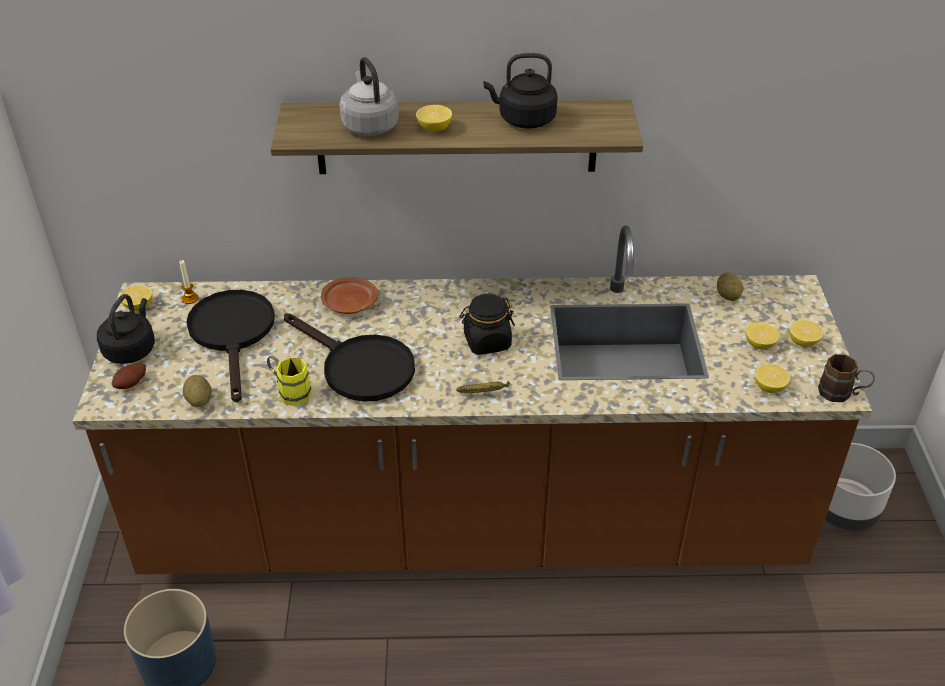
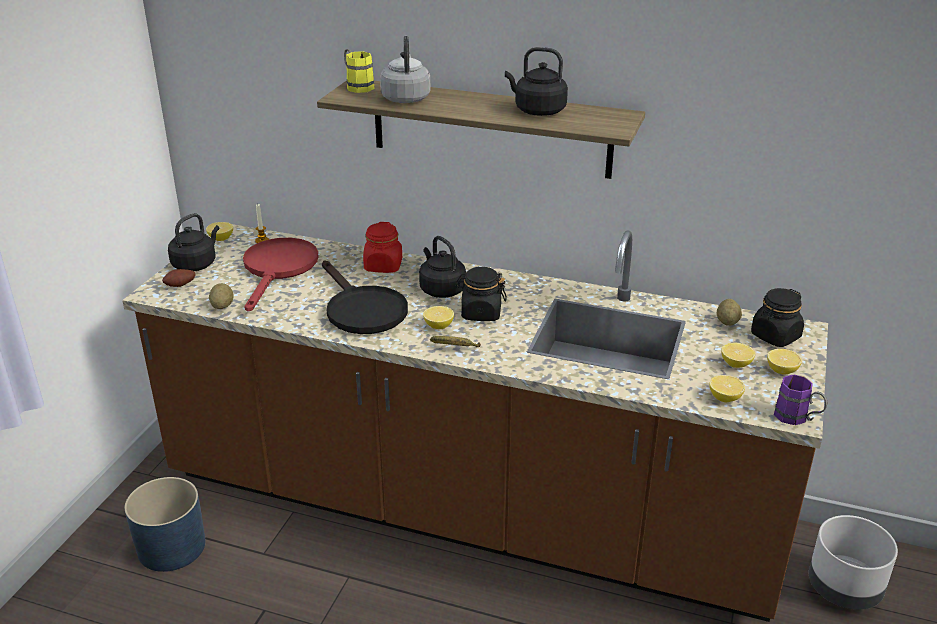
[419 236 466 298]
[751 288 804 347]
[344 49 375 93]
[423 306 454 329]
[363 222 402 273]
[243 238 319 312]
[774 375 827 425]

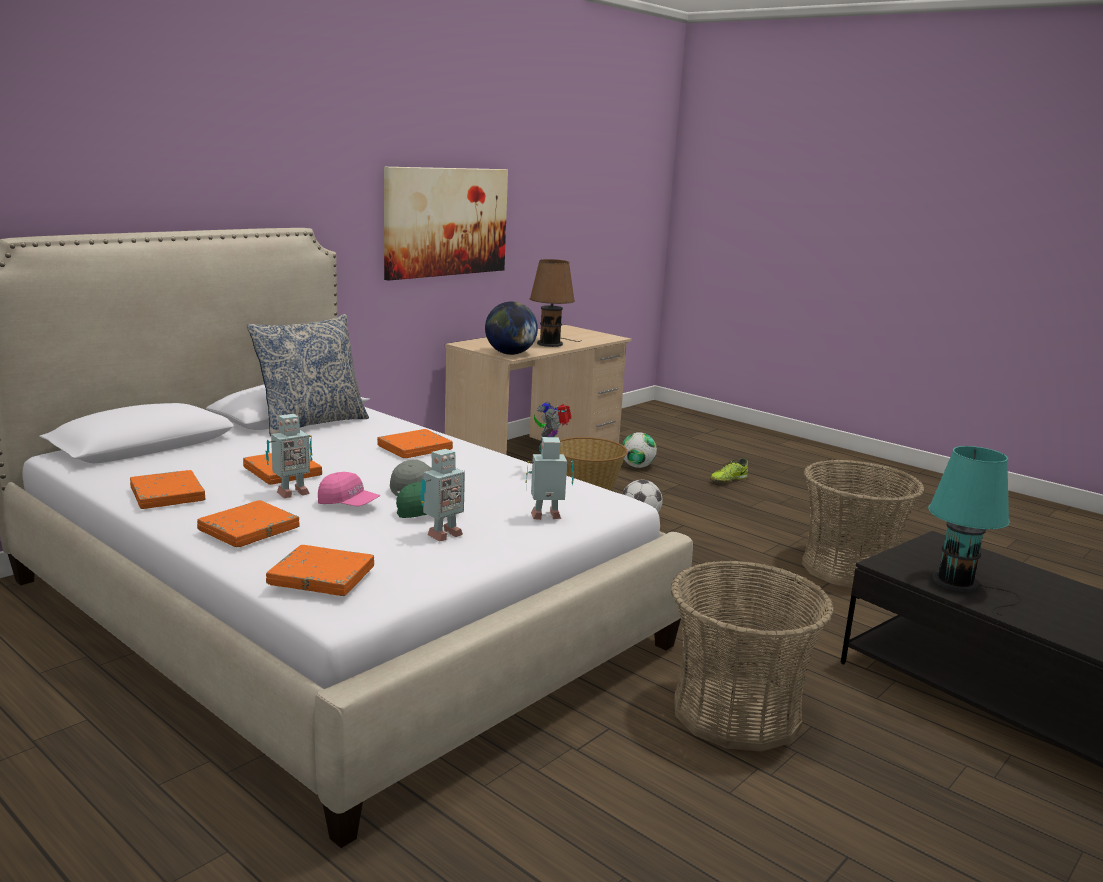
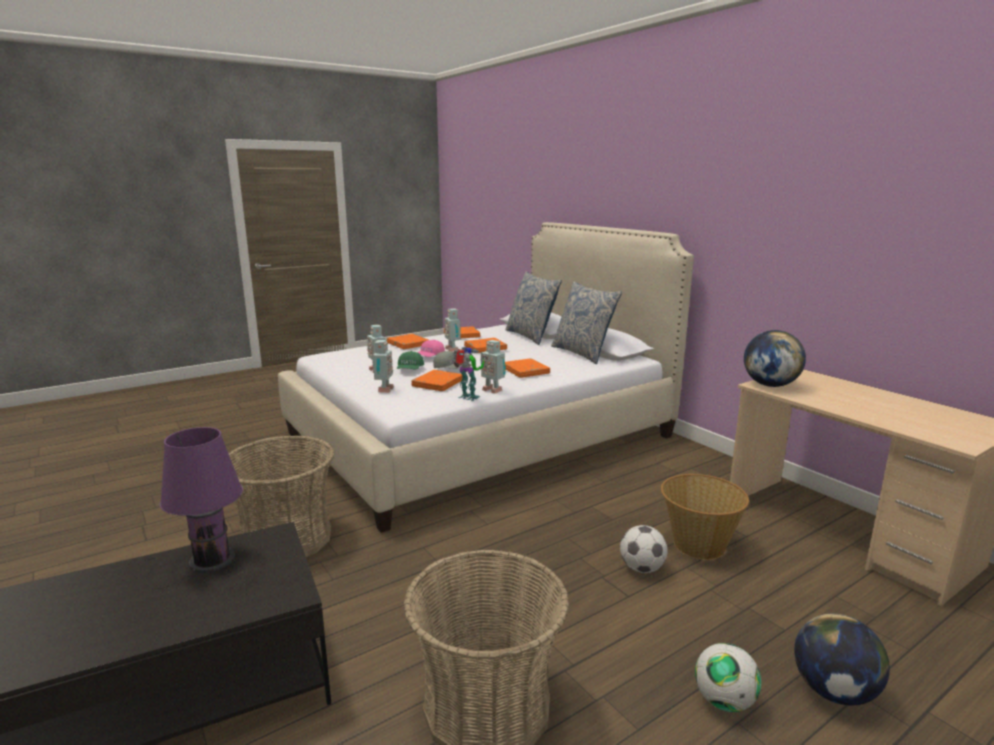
[384 167 508 281] (first image)
[530 259 582 347] (first image)
[481 340 506 394]
[505 272 562 345]
[411 370 462 391]
[695 643 761 712]
[794 614 890 705]
[144 427 243 589]

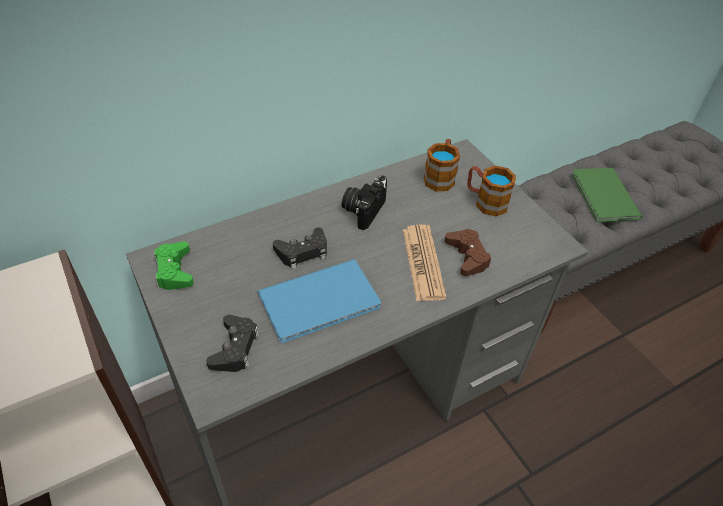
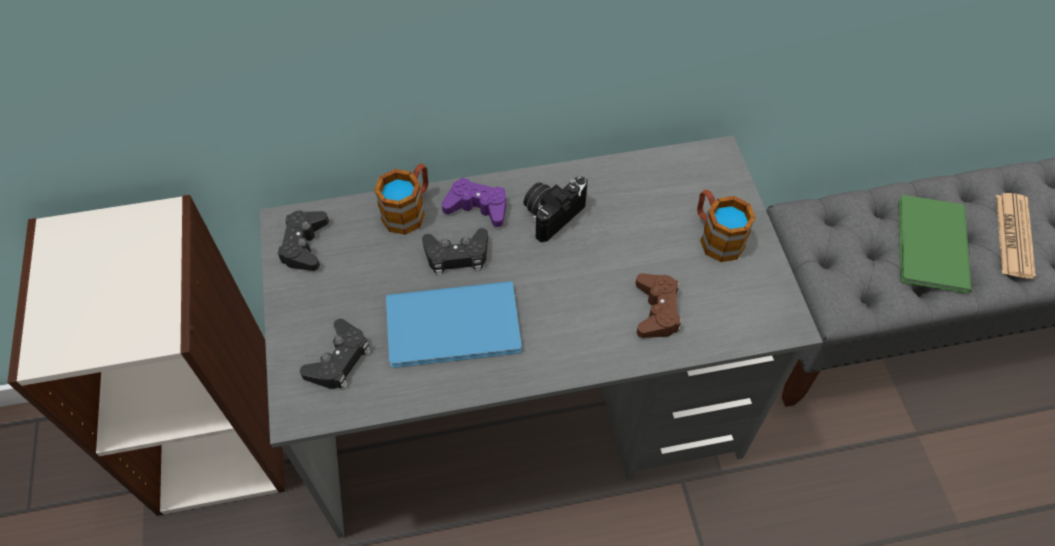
[442 178 506 227]
[996 193 1036 279]
[374 163 428 235]
[277 211 329 271]

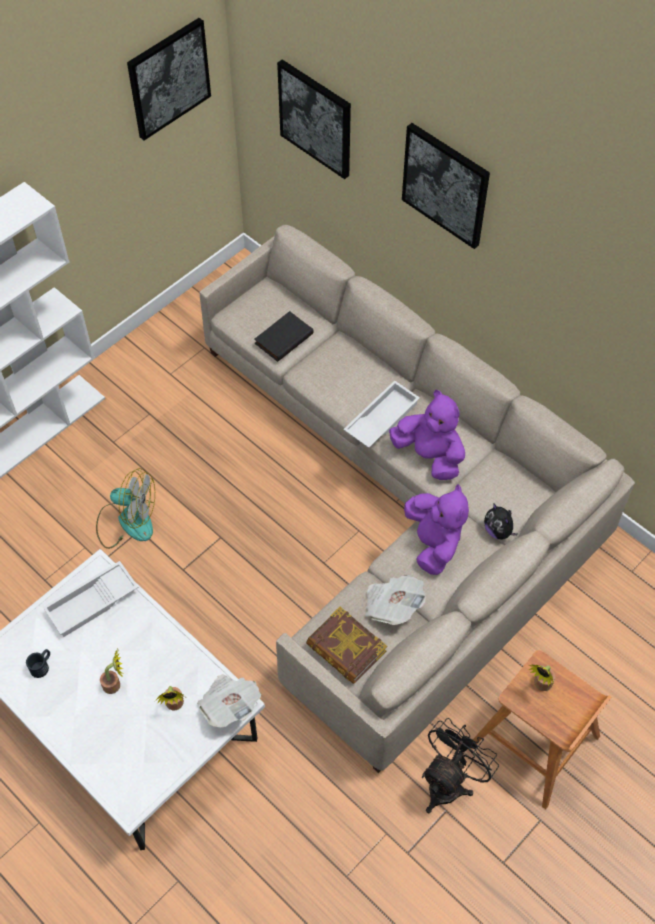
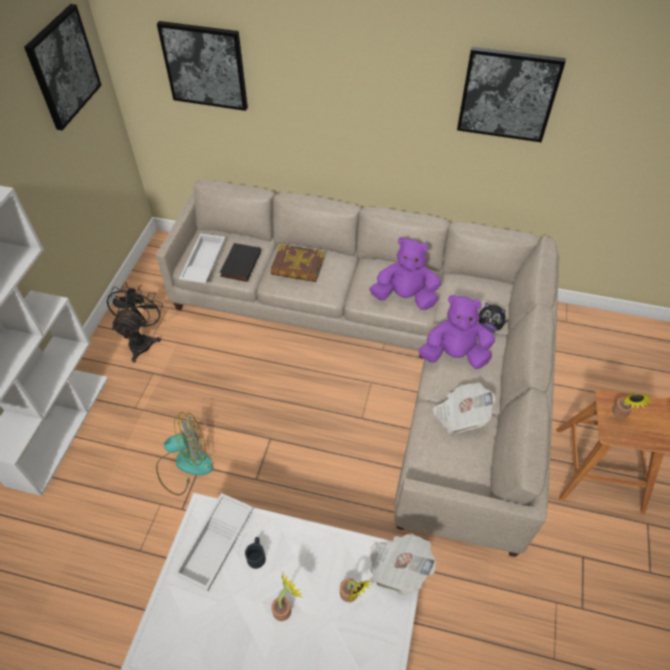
[245 537 266 569]
[271 244 325 282]
[179 233 225 283]
[457 47 566 142]
[107 282 163 363]
[418 295 495 369]

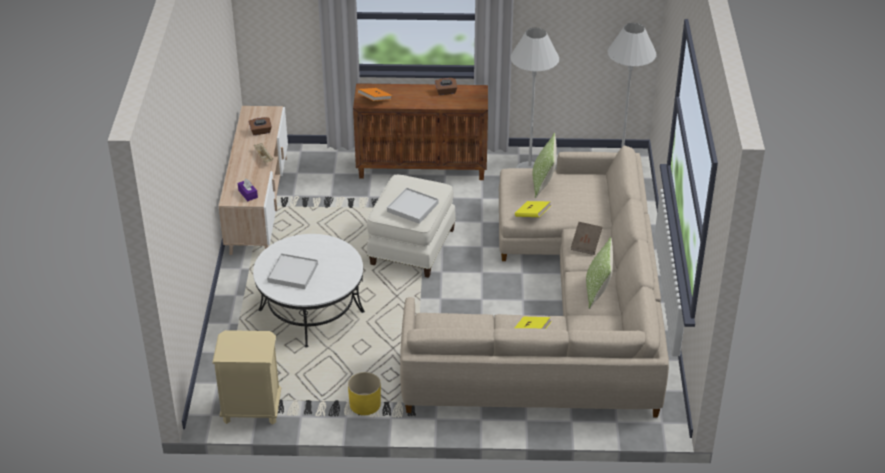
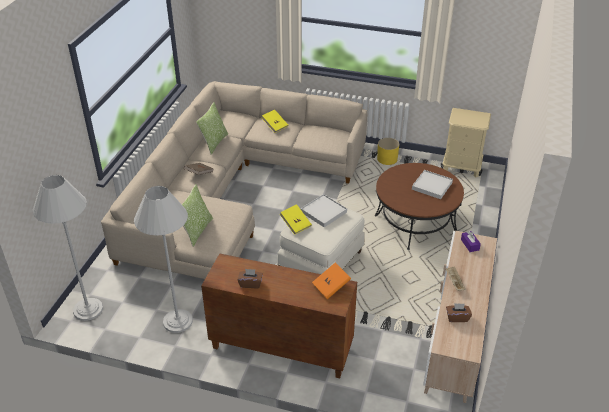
[280 204 312 235]
[375 163 464 250]

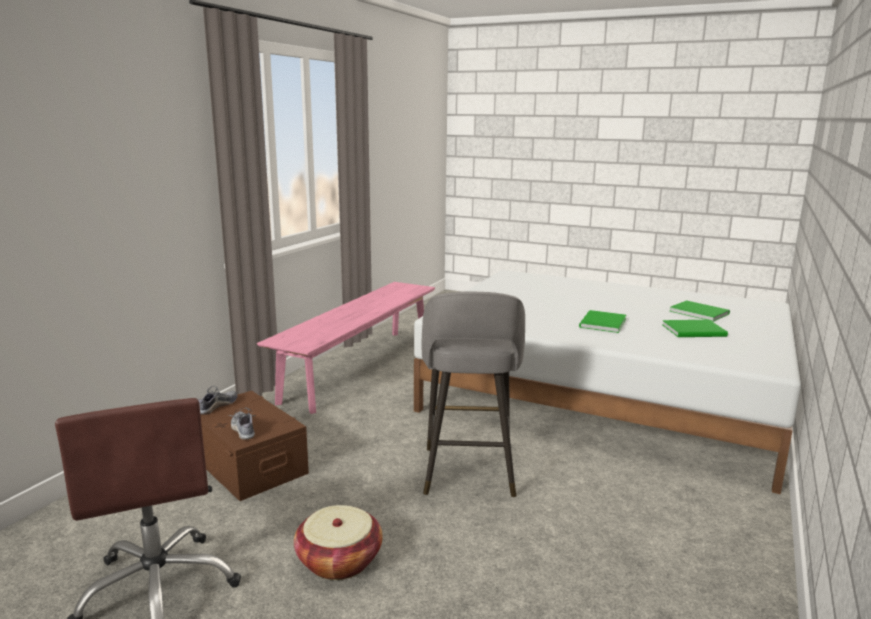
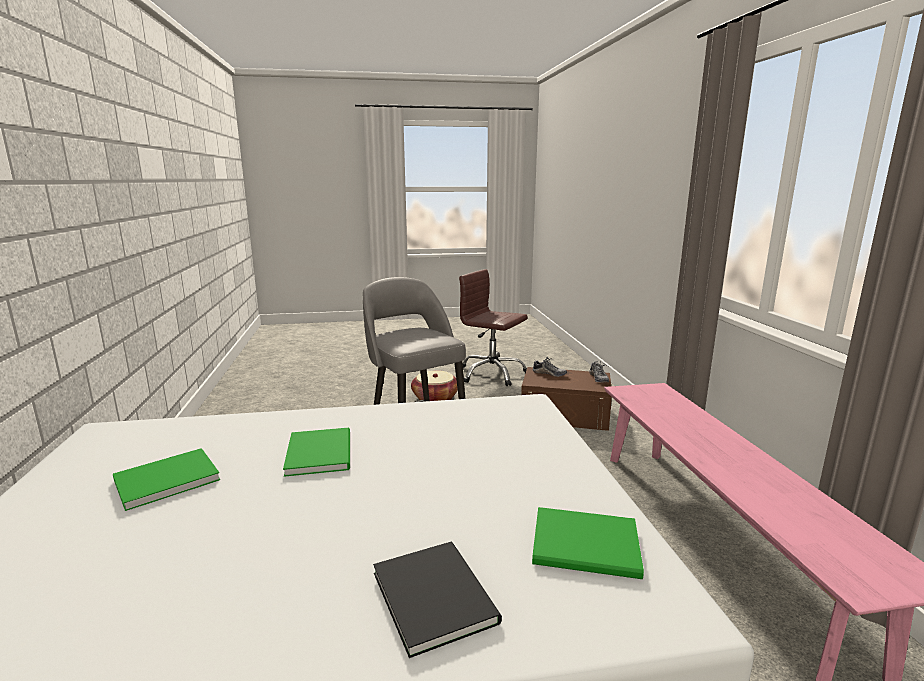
[373 542 502 658]
[532 507 644 579]

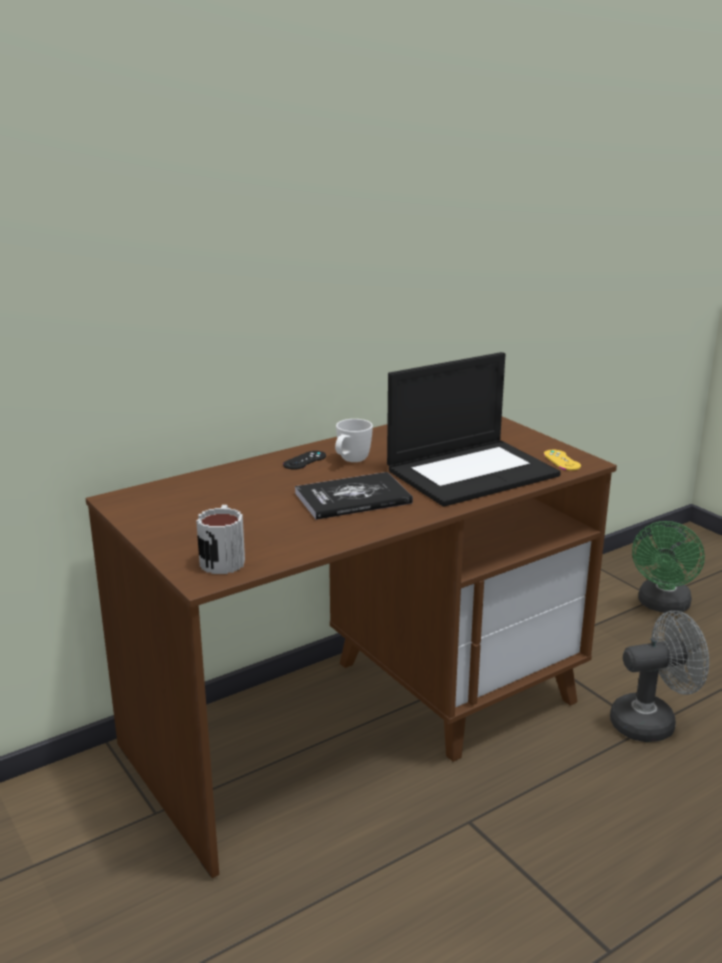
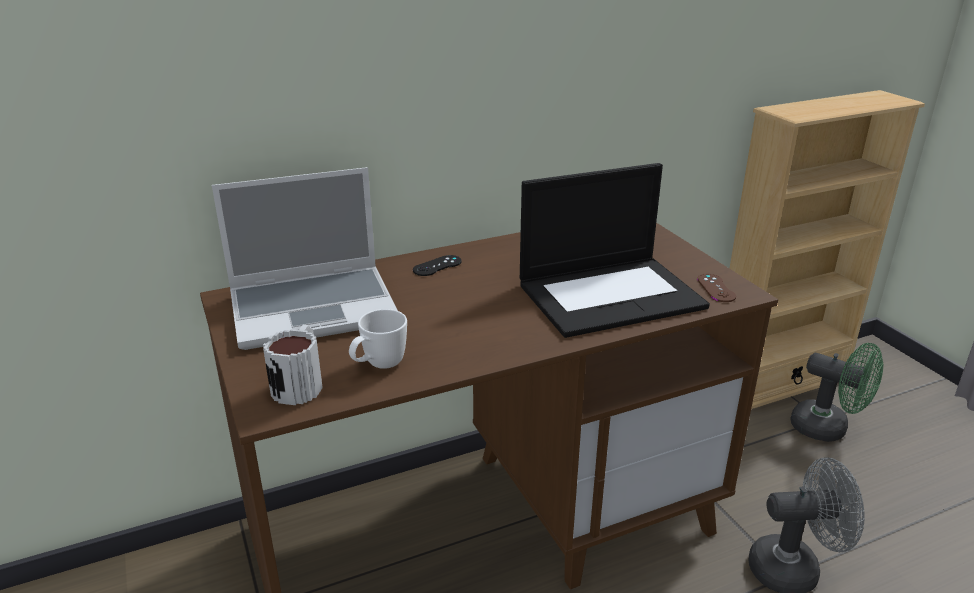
[295 472 413 520] (first image)
[212 167 398 350]
[729 90 925 409]
[349 309 407 369]
[697 274 736 302]
[790 343 884 442]

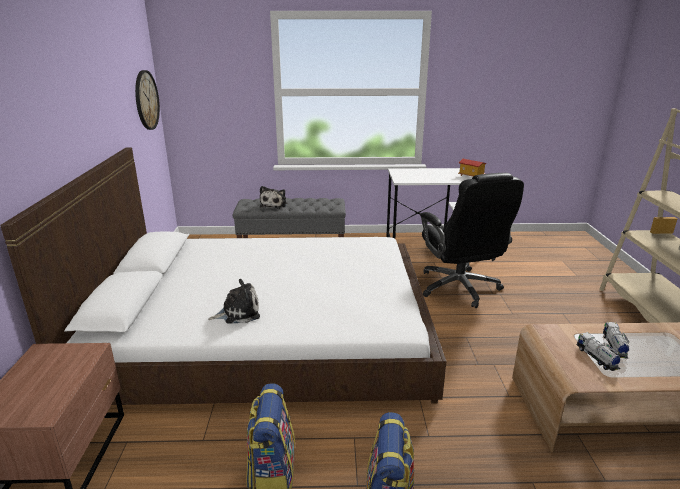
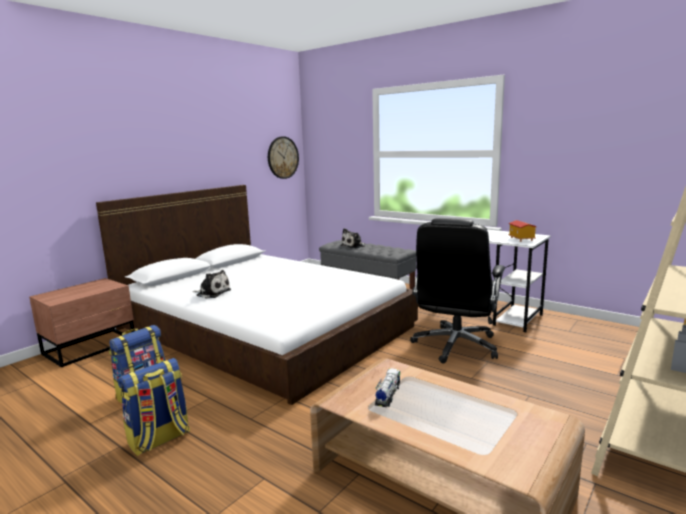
[603 322 629 359] (first image)

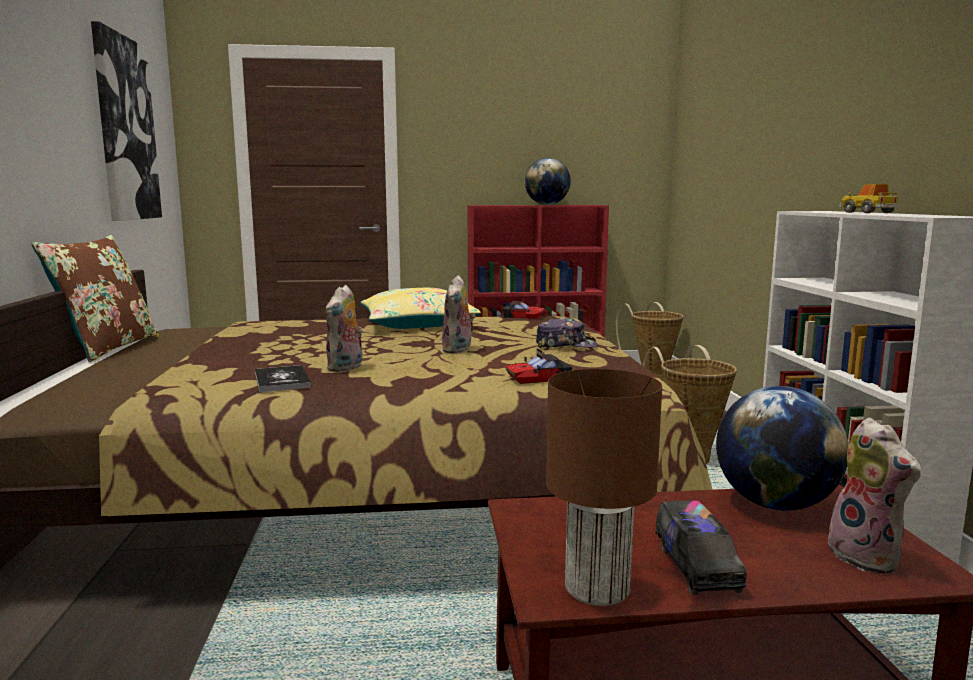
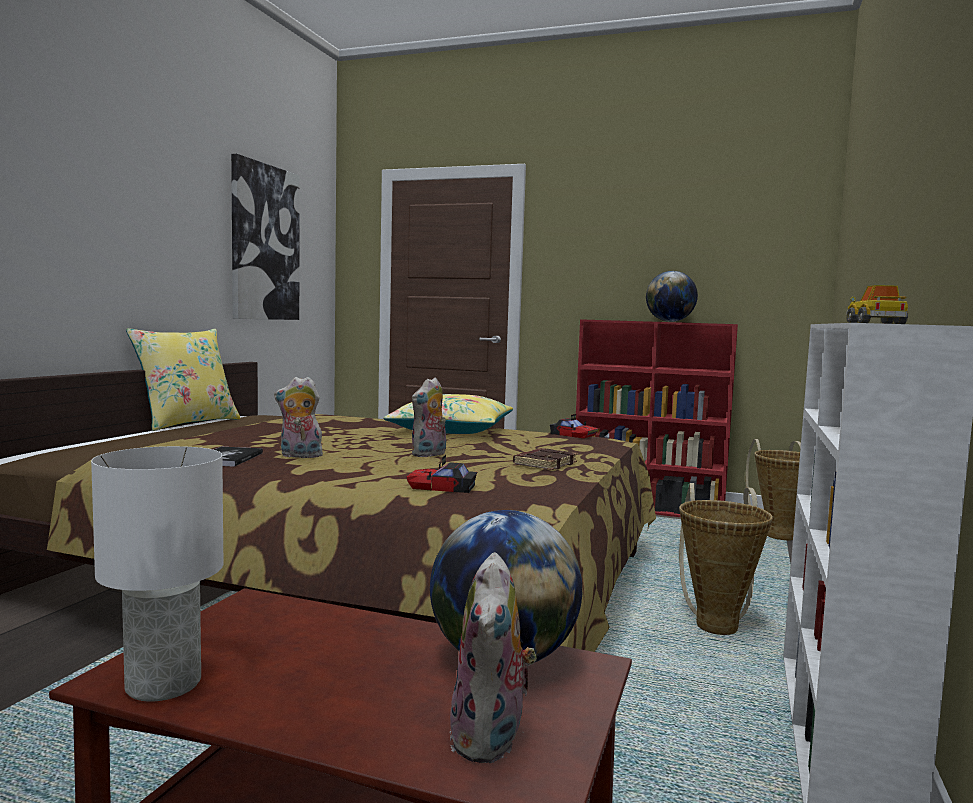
[655 500 747 595] (first image)
[513 448 577 470]
[126 328 240 431]
[91 446 223 702]
[274 377 323 458]

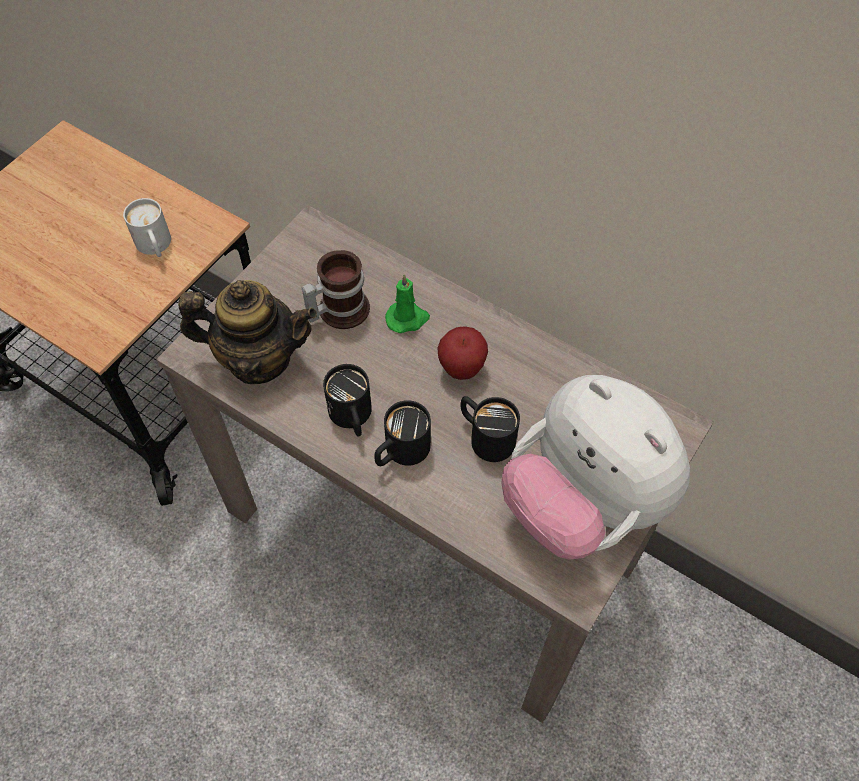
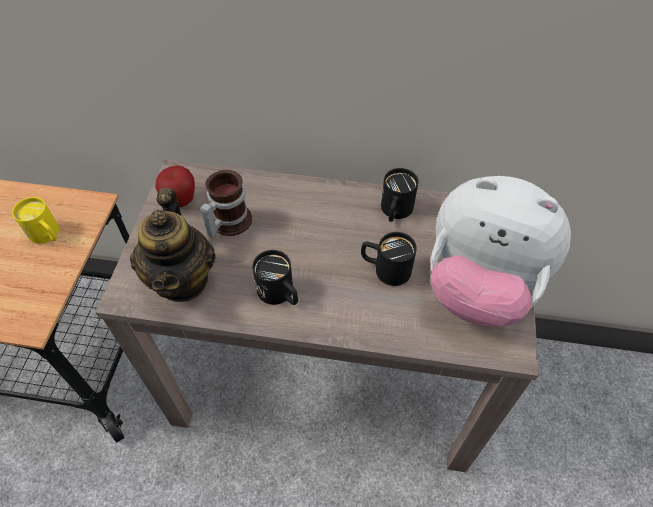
[385 274 430 333] (first image)
[381 168 419 222]
[155 165 195 207]
[12 197 59 244]
[130 188 216 302]

